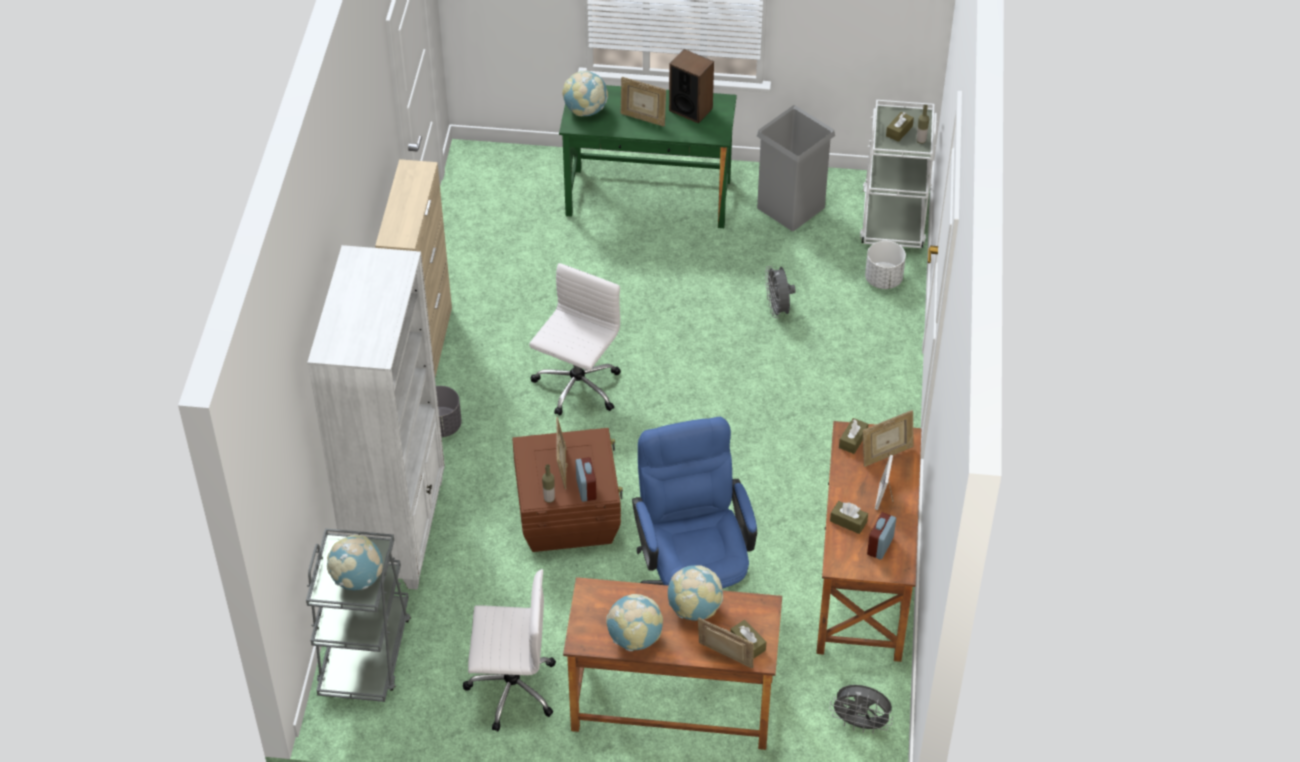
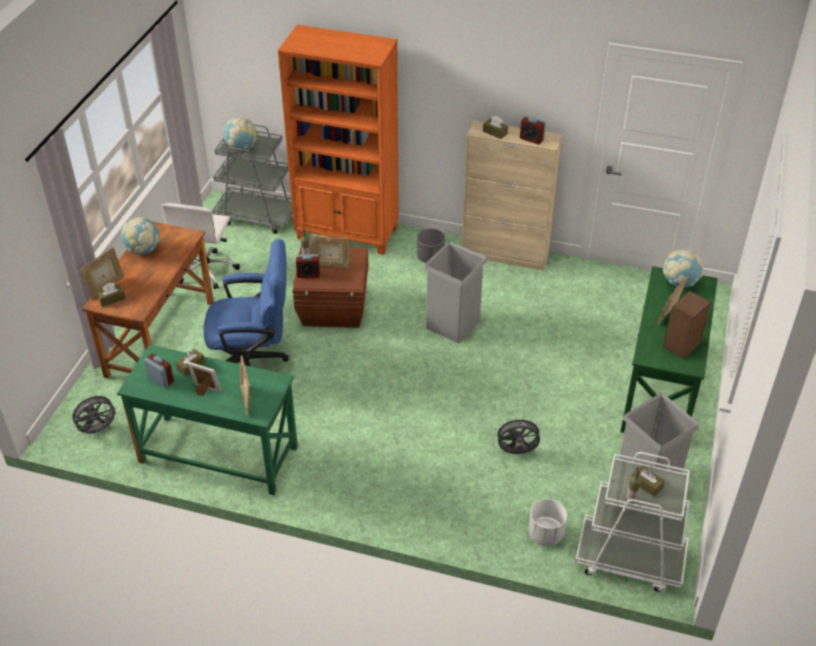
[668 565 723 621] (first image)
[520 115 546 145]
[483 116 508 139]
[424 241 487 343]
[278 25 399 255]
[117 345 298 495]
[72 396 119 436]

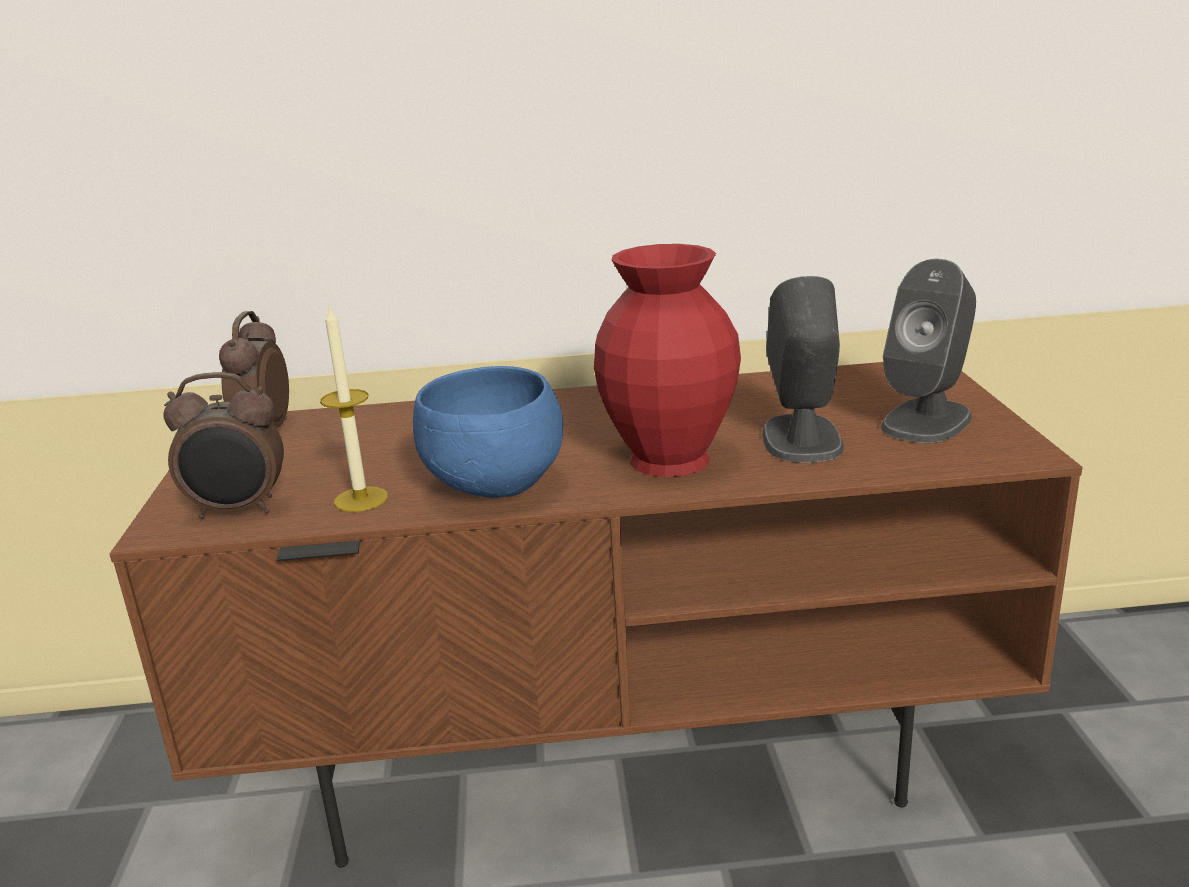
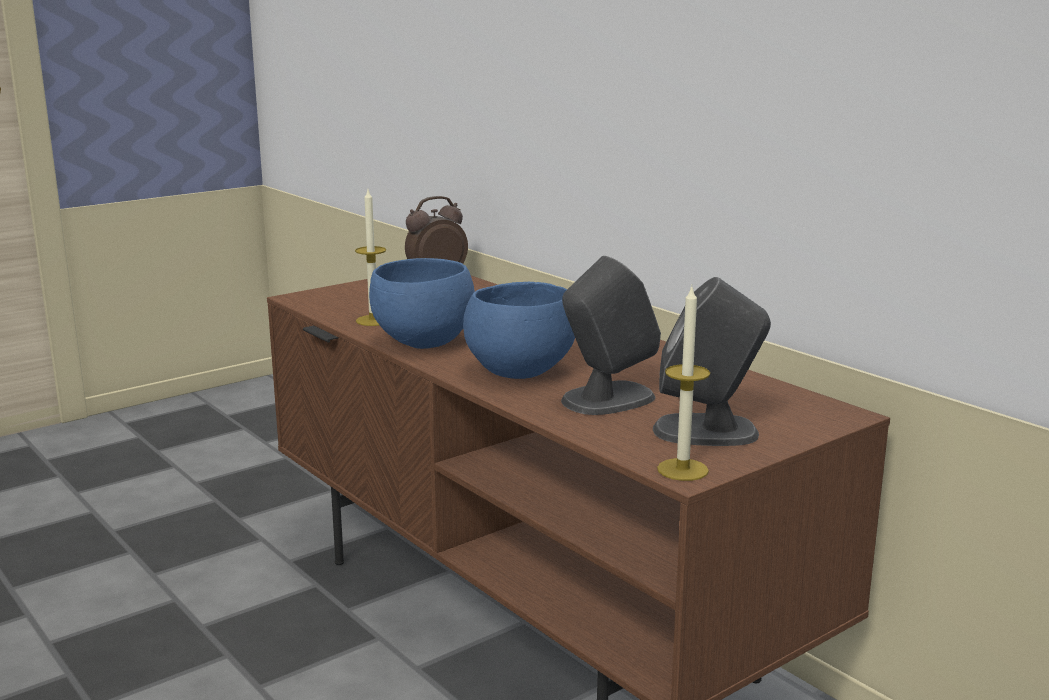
[163 372 284 519] (first image)
[657 287 710 481]
[463 282 575 379]

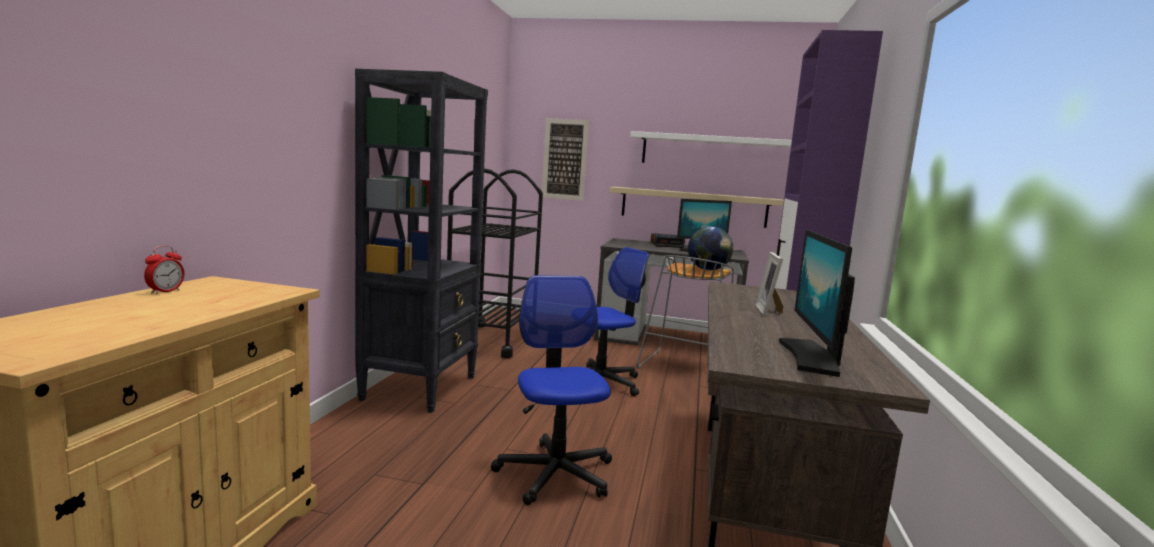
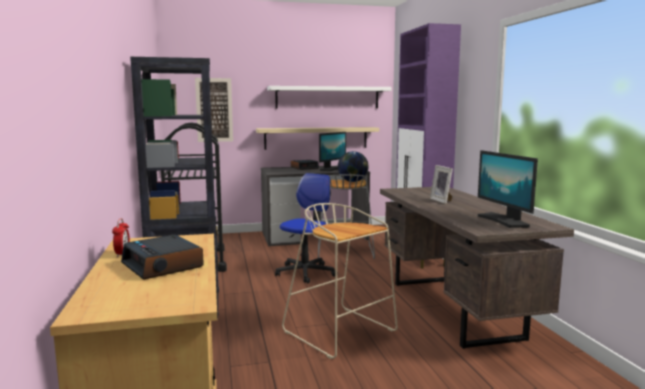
[121 235 204 280]
[282 203 398 359]

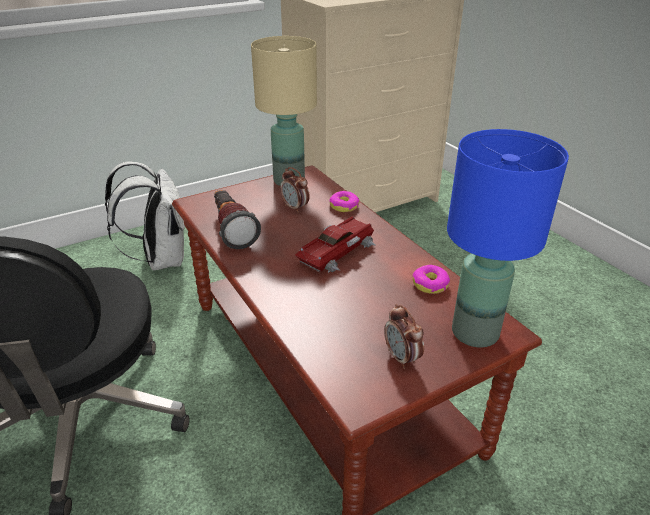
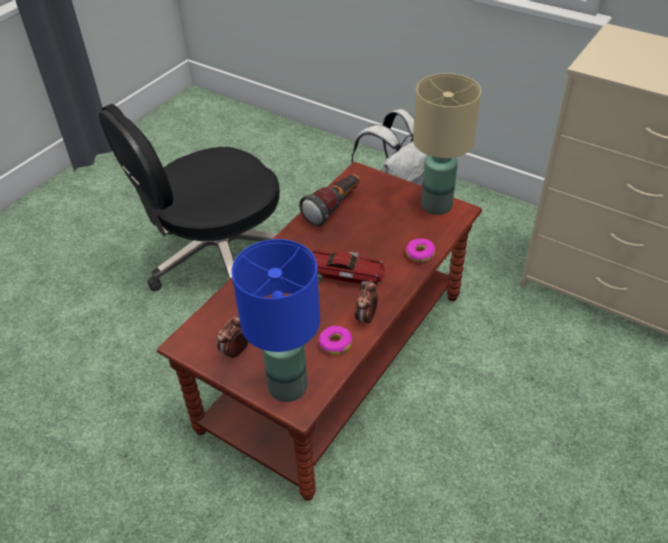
[355 280 378 325]

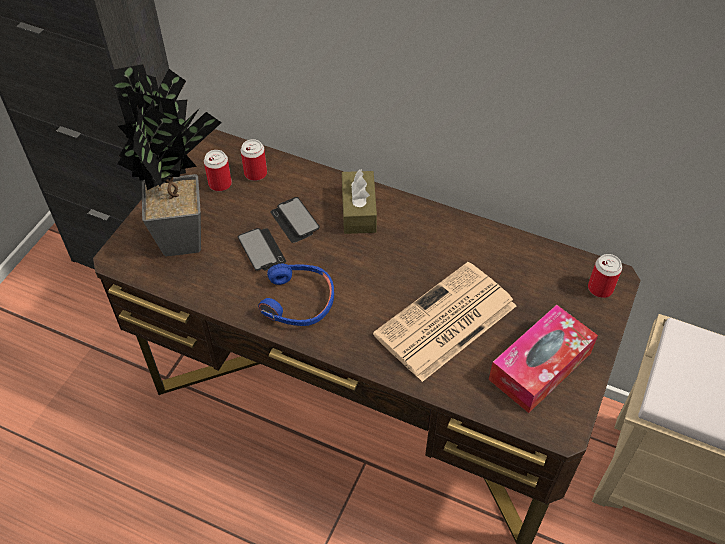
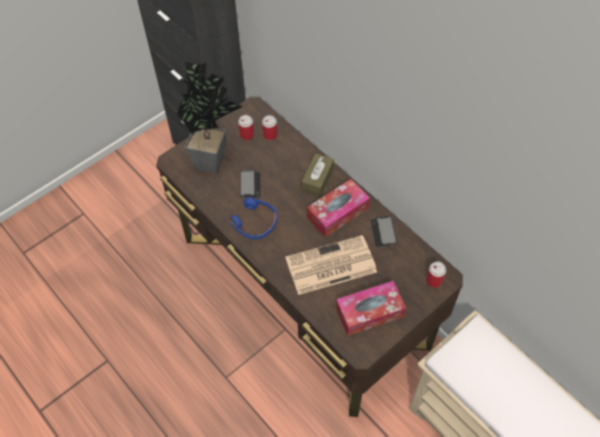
[307 179 370 237]
[371 216 397 247]

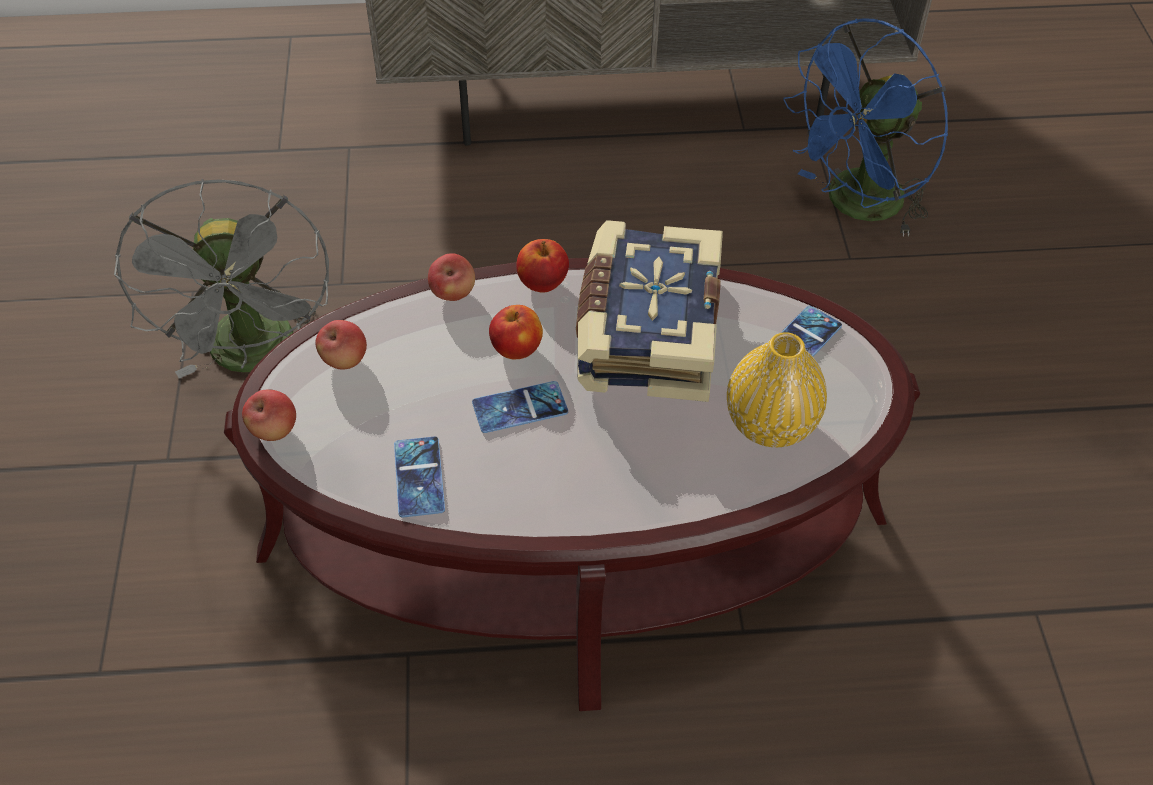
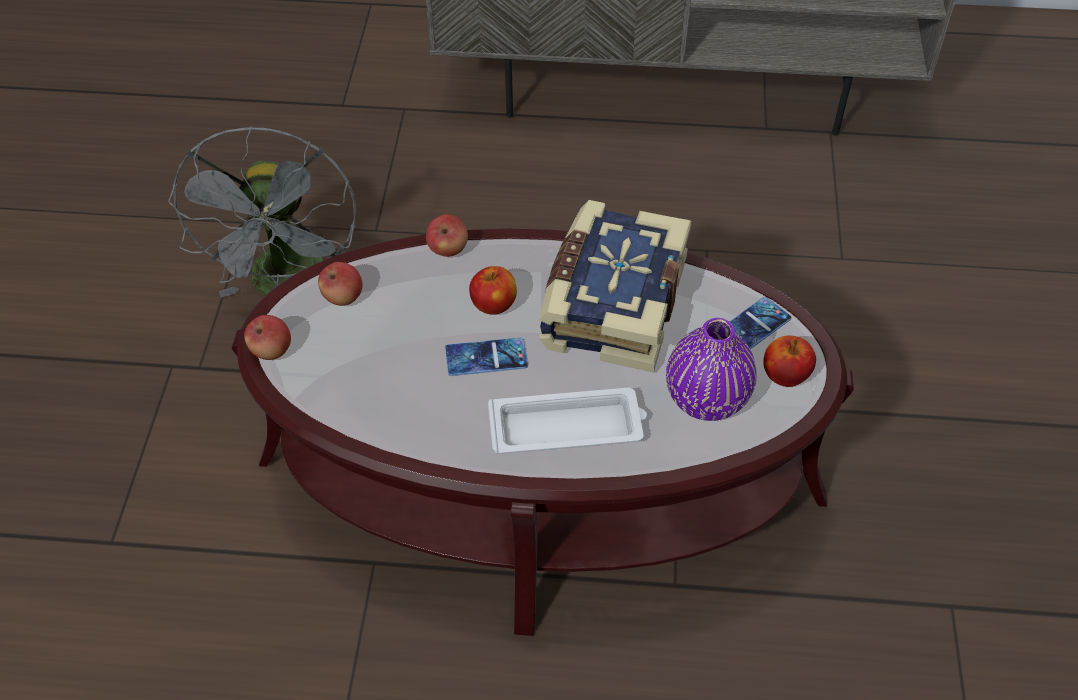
[394 436 445 518] (first image)
[783 18 948 237] (first image)
[488 388 647 454]
[763 336 816 387]
[666 318 757 421]

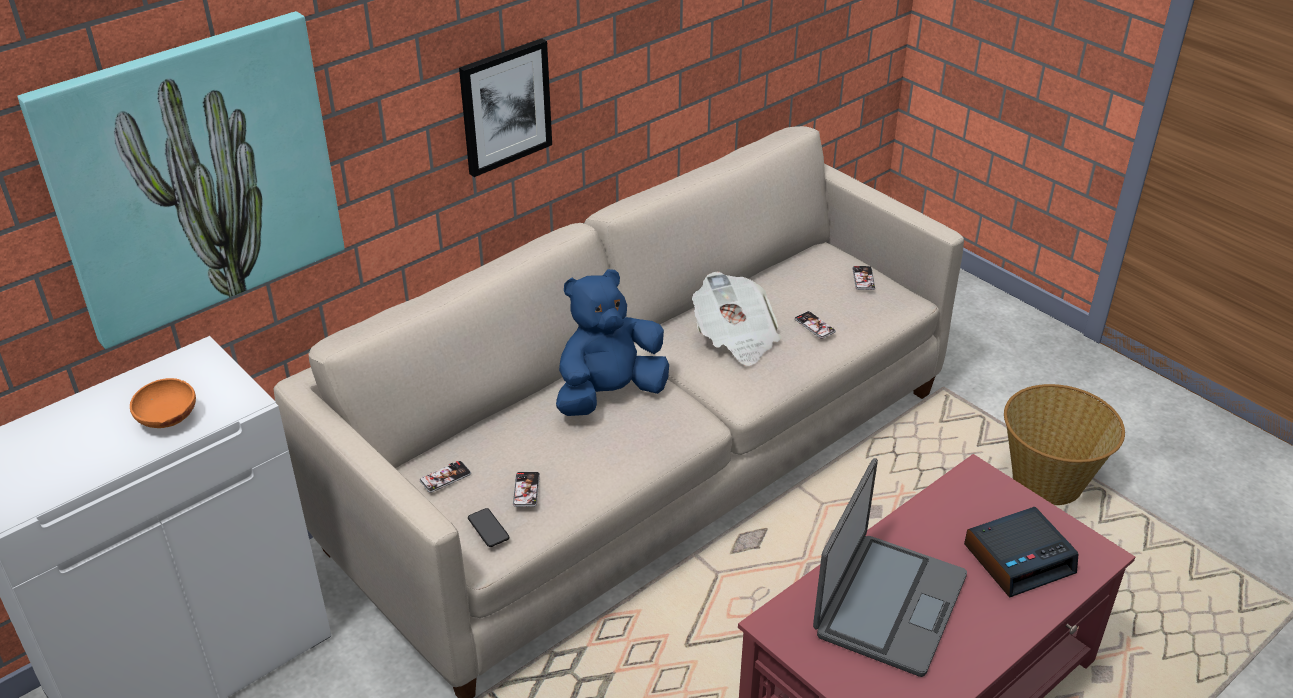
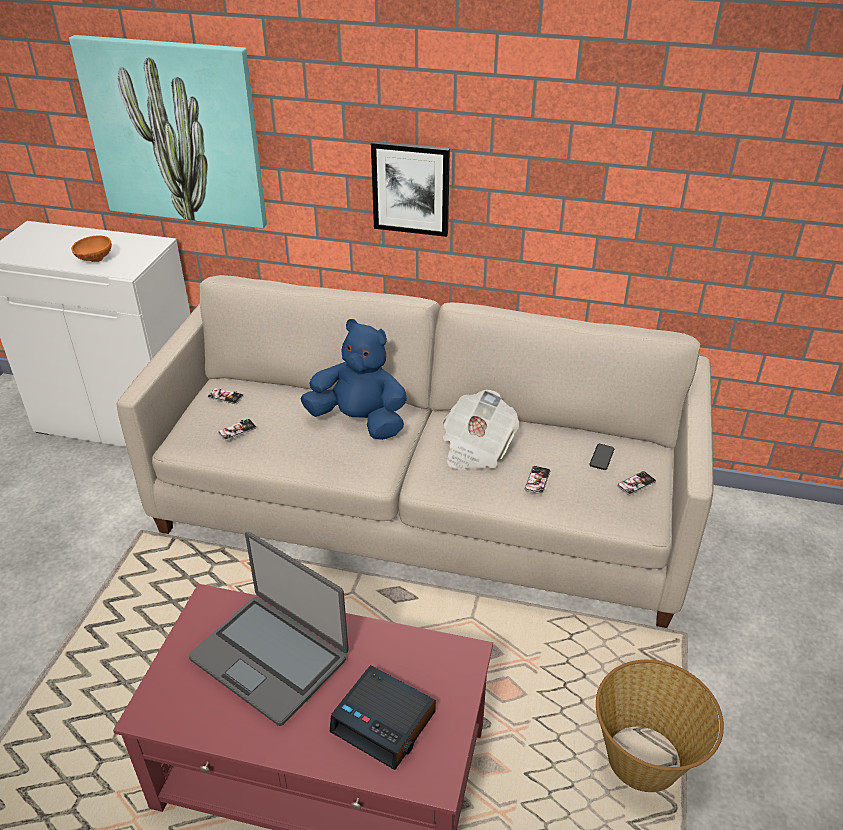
[589 444 614 470]
[189 531 349 726]

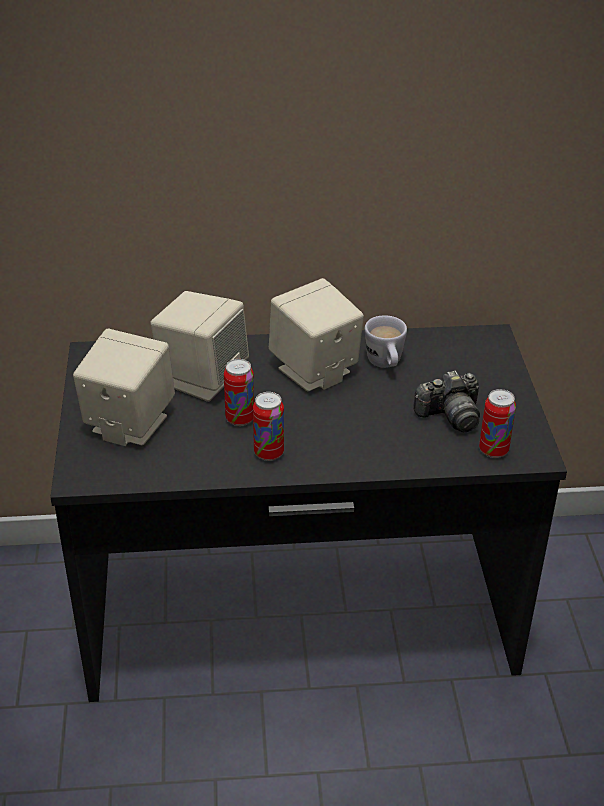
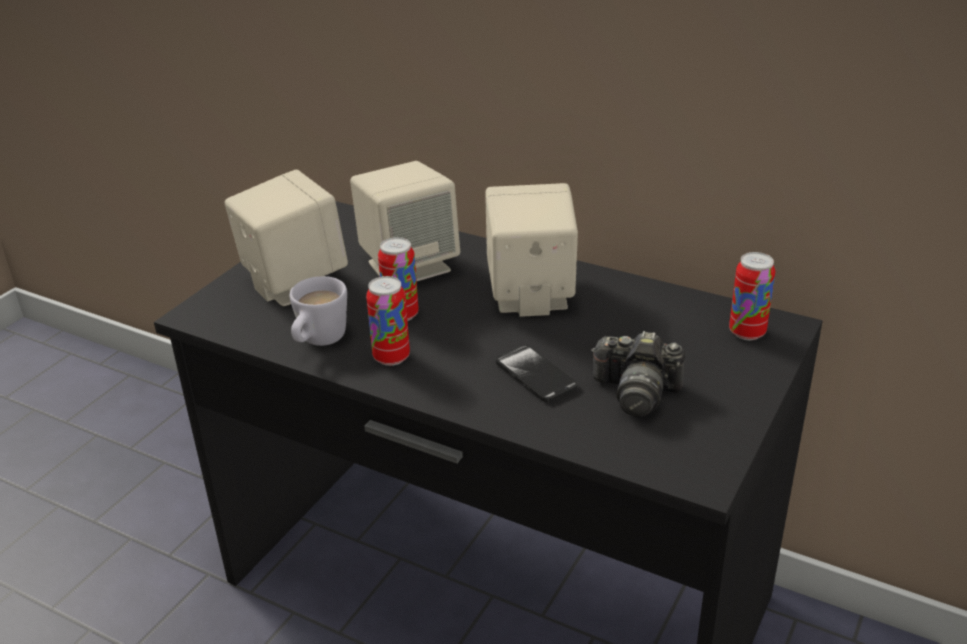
[496 345 578 402]
[289 276 347 346]
[729 252 776 340]

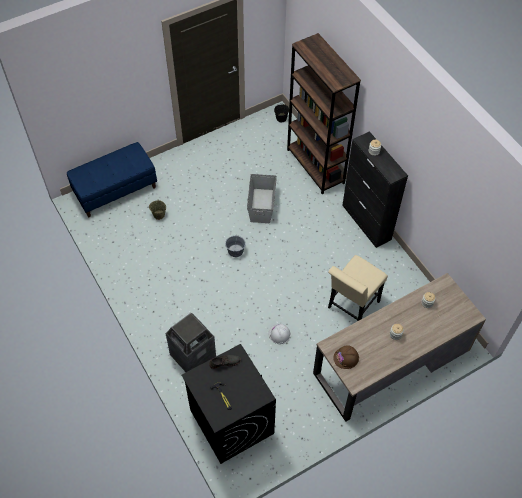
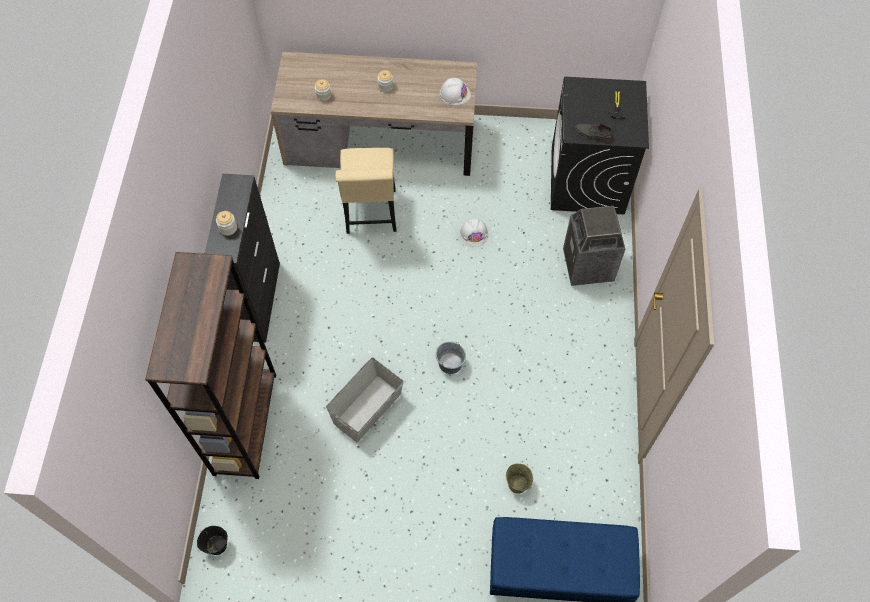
[439 78 471 105]
[336 148 396 234]

